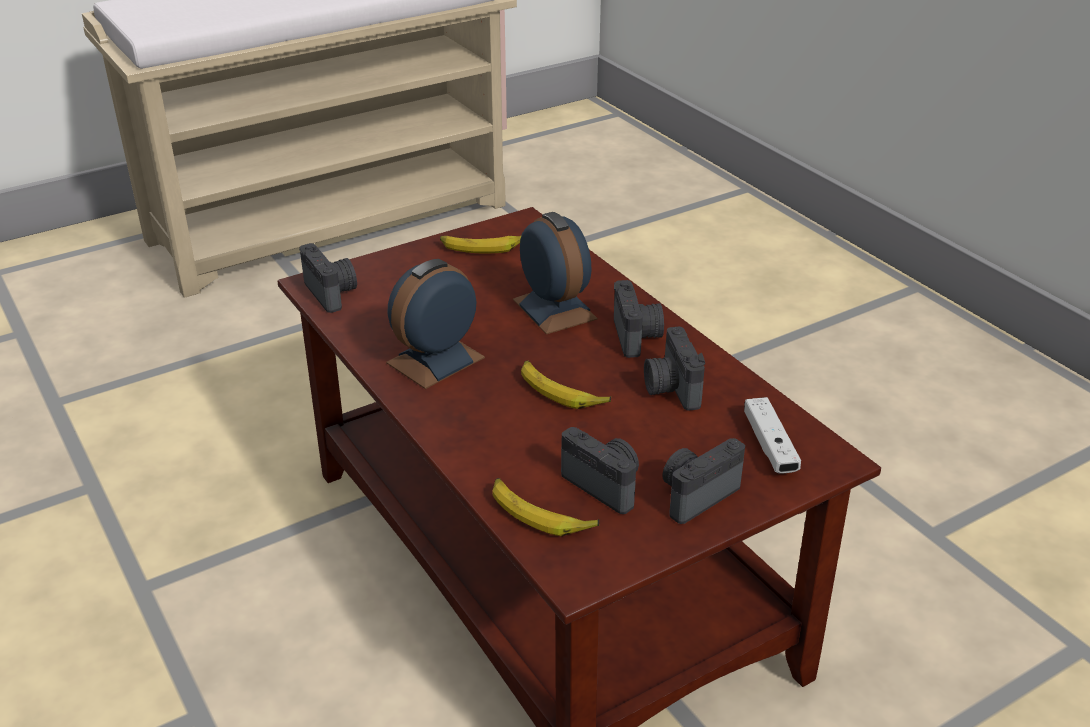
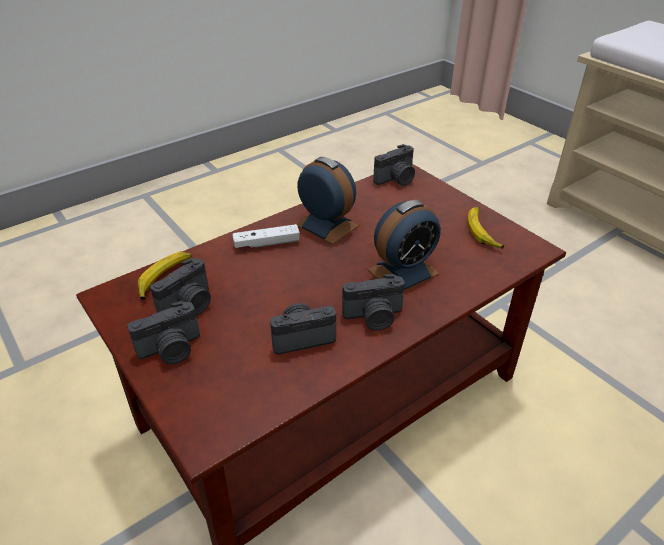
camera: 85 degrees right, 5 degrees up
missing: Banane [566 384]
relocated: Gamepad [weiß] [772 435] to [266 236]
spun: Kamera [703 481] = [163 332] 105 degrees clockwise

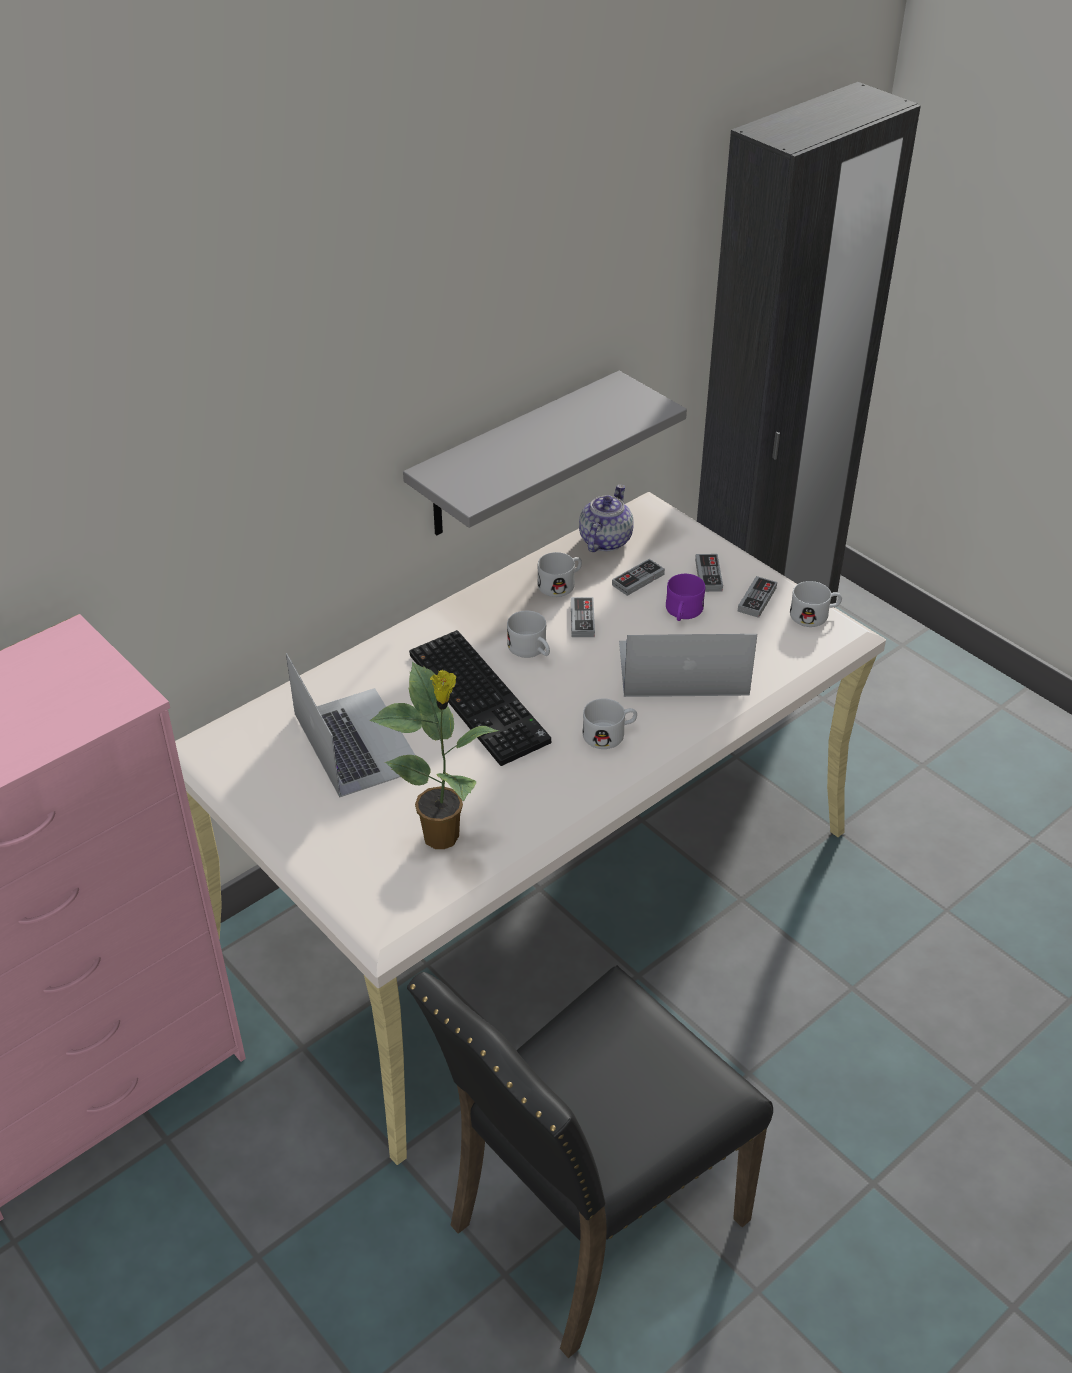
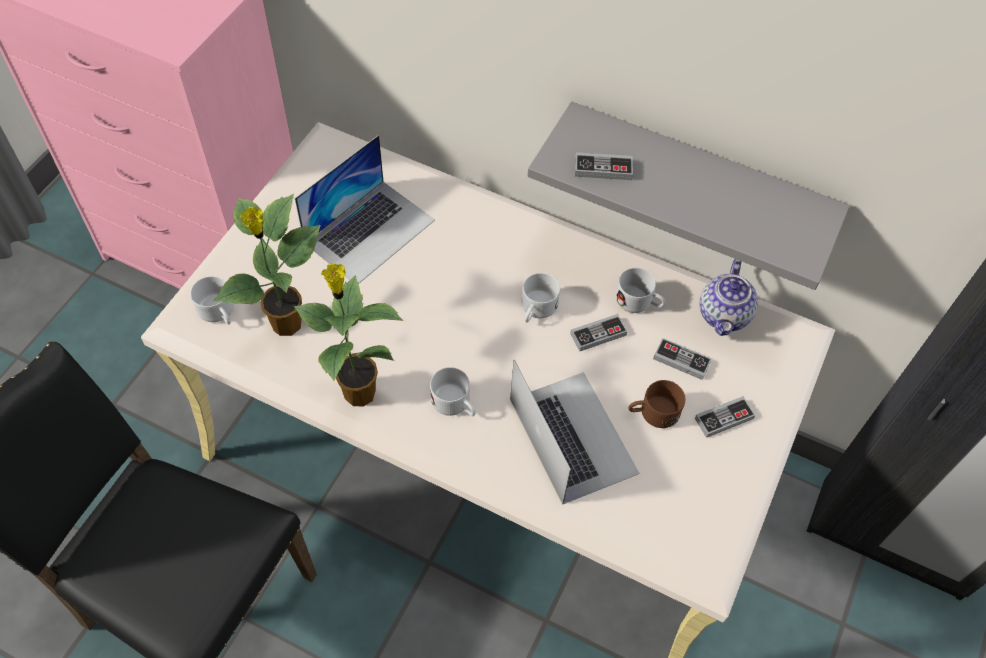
camera: 65 degrees right, 15 degrees up
missing: Tastatur [480 698]
appeared: Topfpflanze [349 334]
relocated: Henkelbecher [weiß] [816 604] to [212 300]; Gamepad [757 597] to [604 166]
colour: Henkelbecher [lila] [685 597] to Henkelbecher [braun] [656 404]
spun: Teekanne [606 518] = [729 297] 105 degrees clockwise

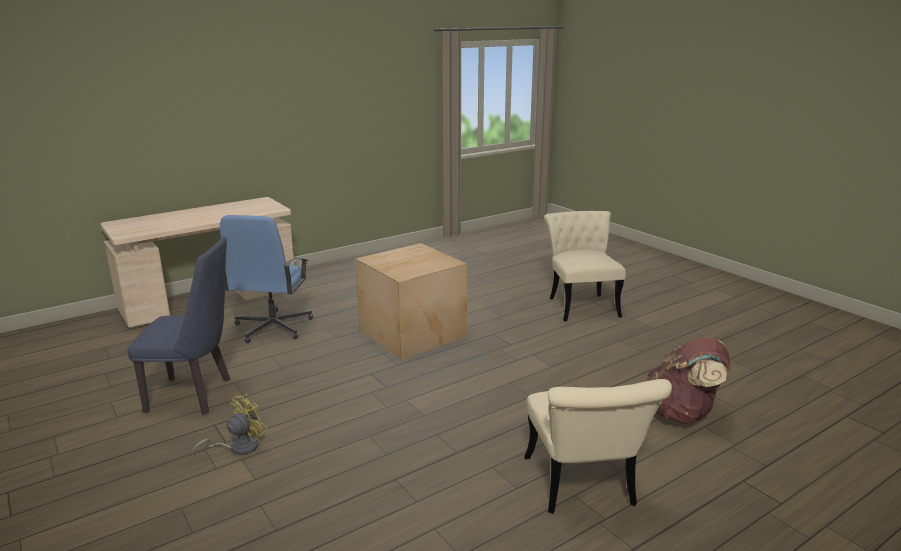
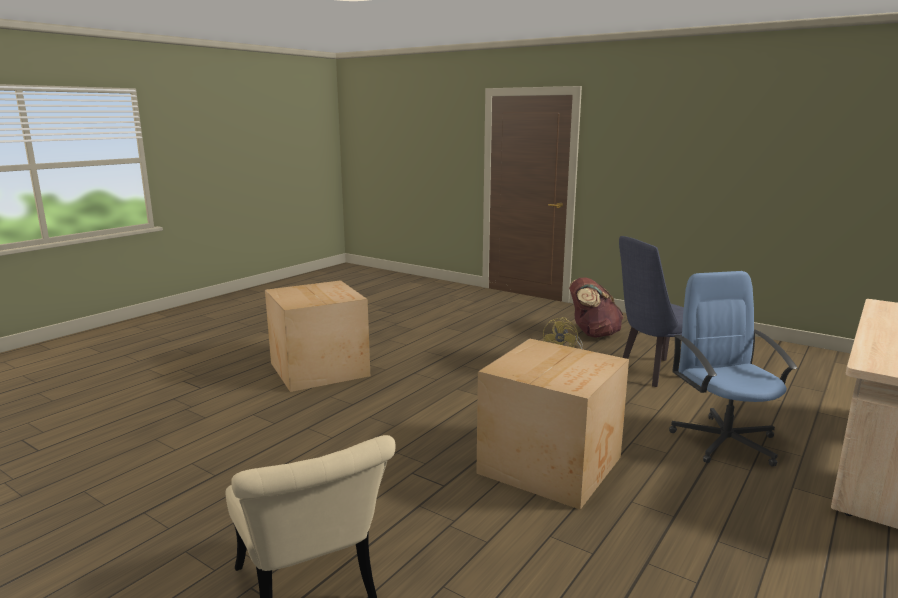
camera: 160 degrees right, 5 degrees down
relocated: Rucksack [braun] [688 380] to [596 307]
exchanged: Stuhl [beige] [598 446] to Karton [317 336]

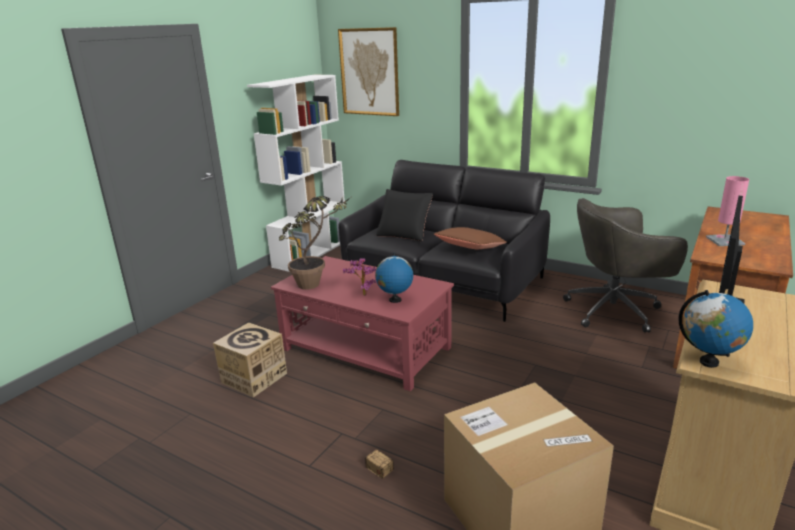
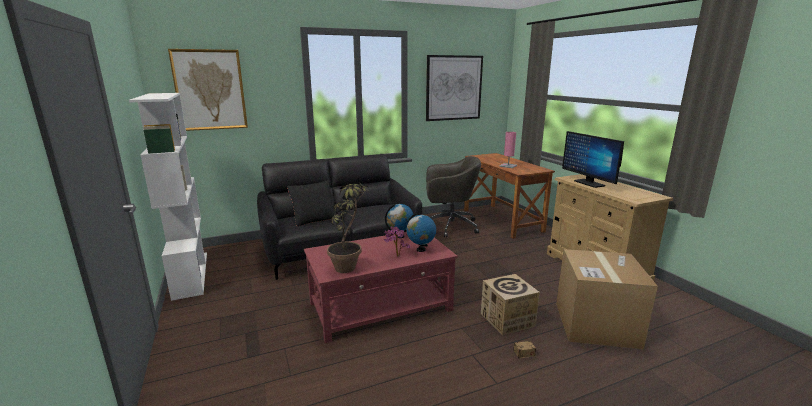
camera: 55 degrees left, 5 degrees down
missing: Kissen [braun] [470 238]
appeared: Bild [454 88]
relocated: Globus [715 329] to [399 221]; Karton [250 360] to [510 304]
spun: Bürostuhl [grau] [625 265] = [453 196] 120 degrees counterclockwise

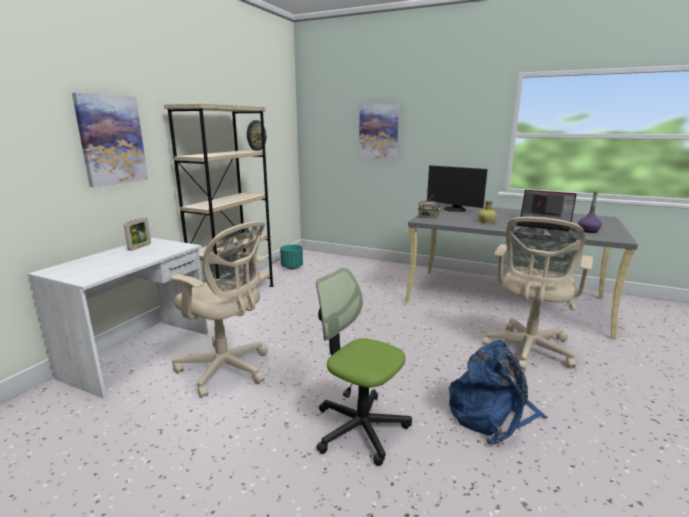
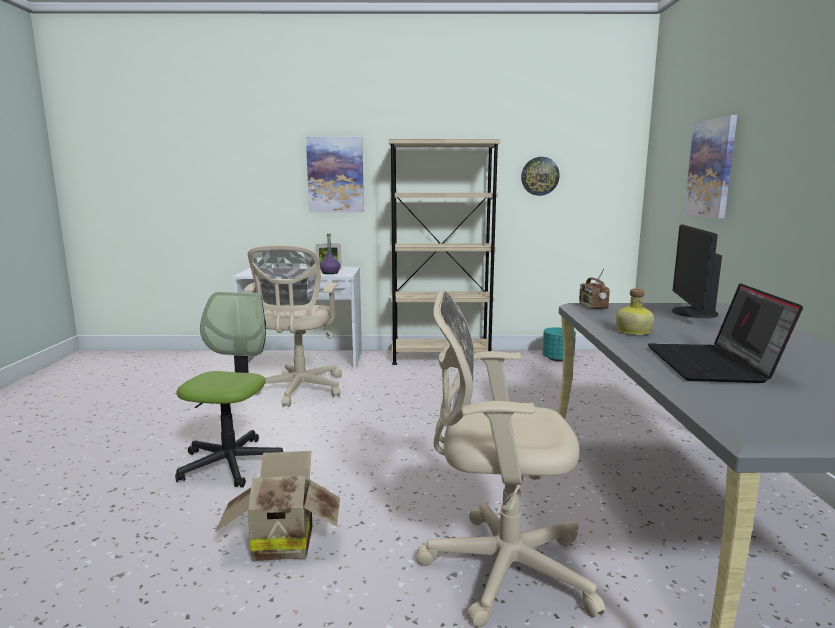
camera: 65 degrees right, 5 degrees down
relocated: Flasche [lila] [590 212] to [330 254]
exchanged: Rucksack [blau] [498 392] to Karton [277 506]

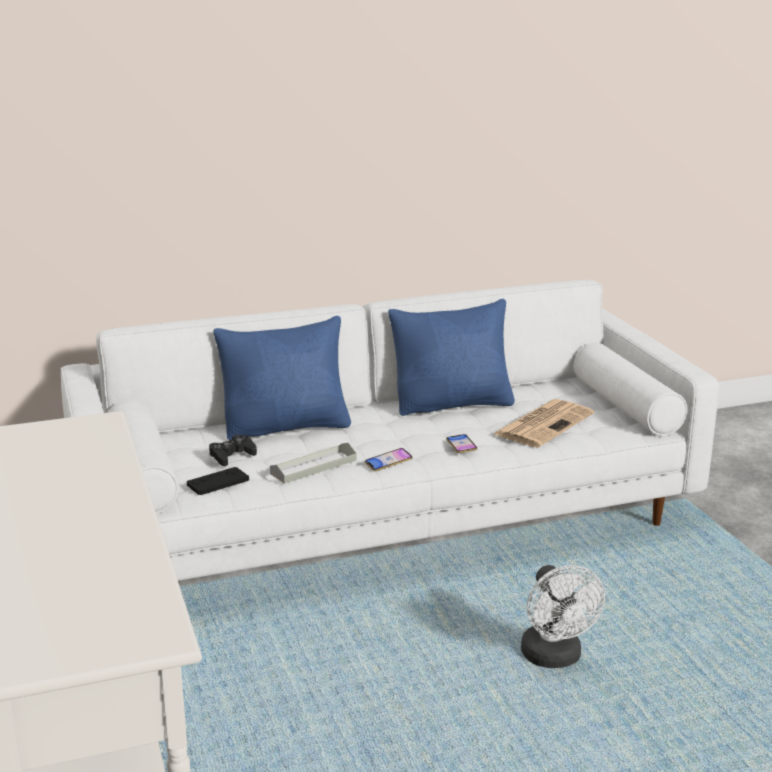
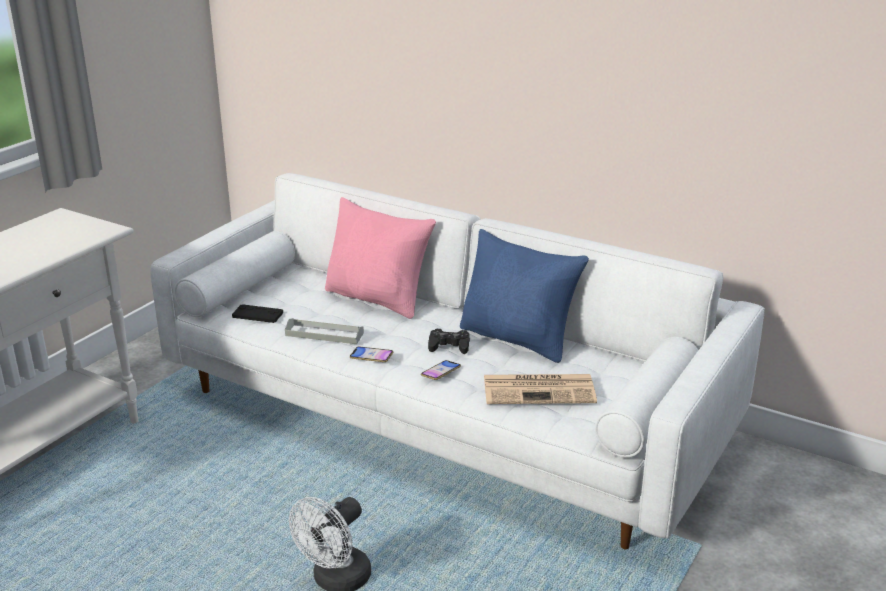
camera: 50 degrees right, 5 degrees up
relocated: Gamepad [schwarz] [233 450] to [449 341]
colour: Kissen [blau] [282 378] to Kissen [rosa] [380 258]

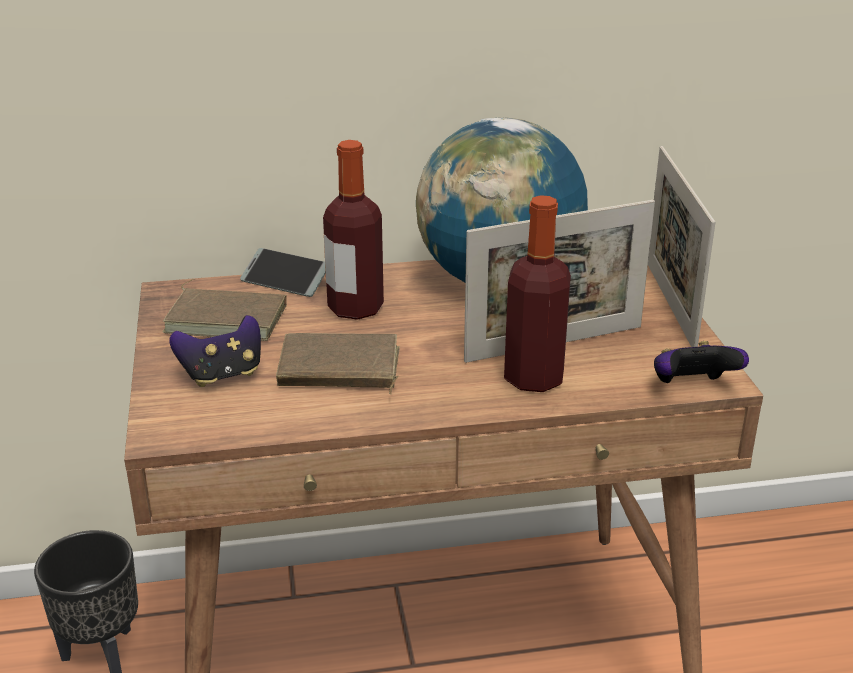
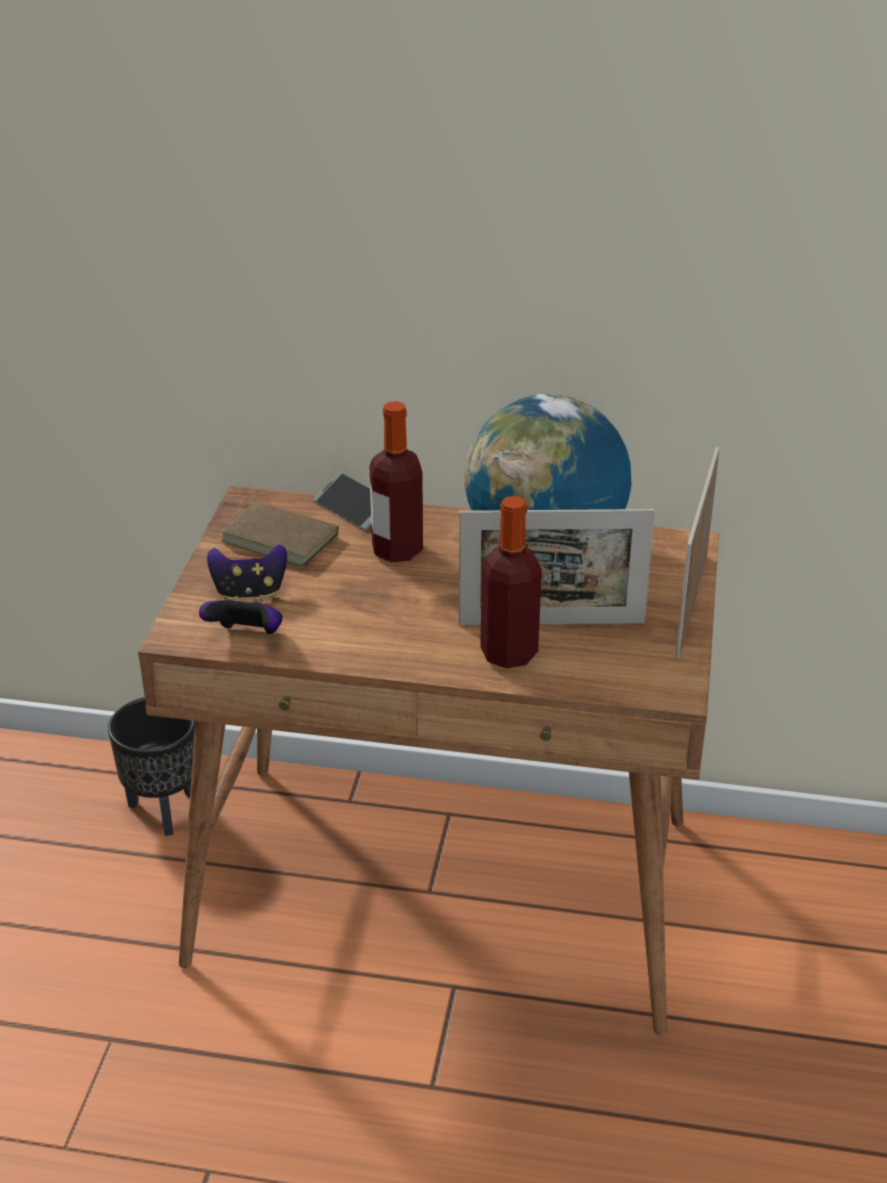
camera: 20 degrees right, 5 degrees up
missing: Buch [braun] [337 363]
relocated: Gamepad [701 362] to [241 616]

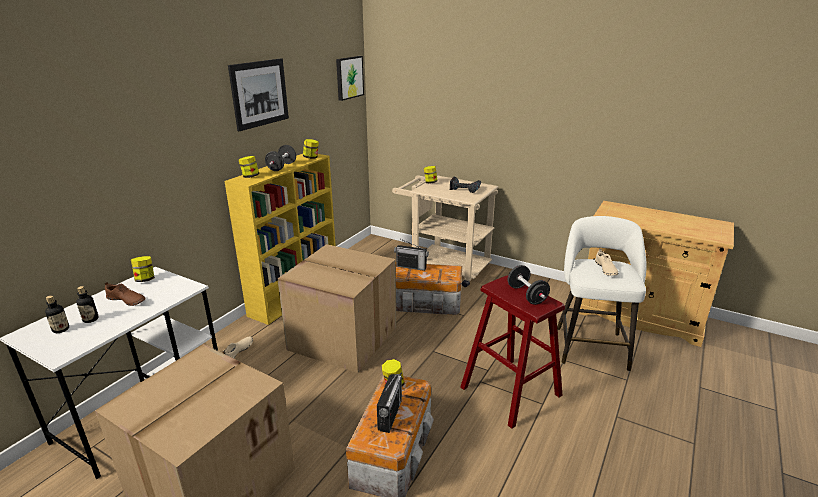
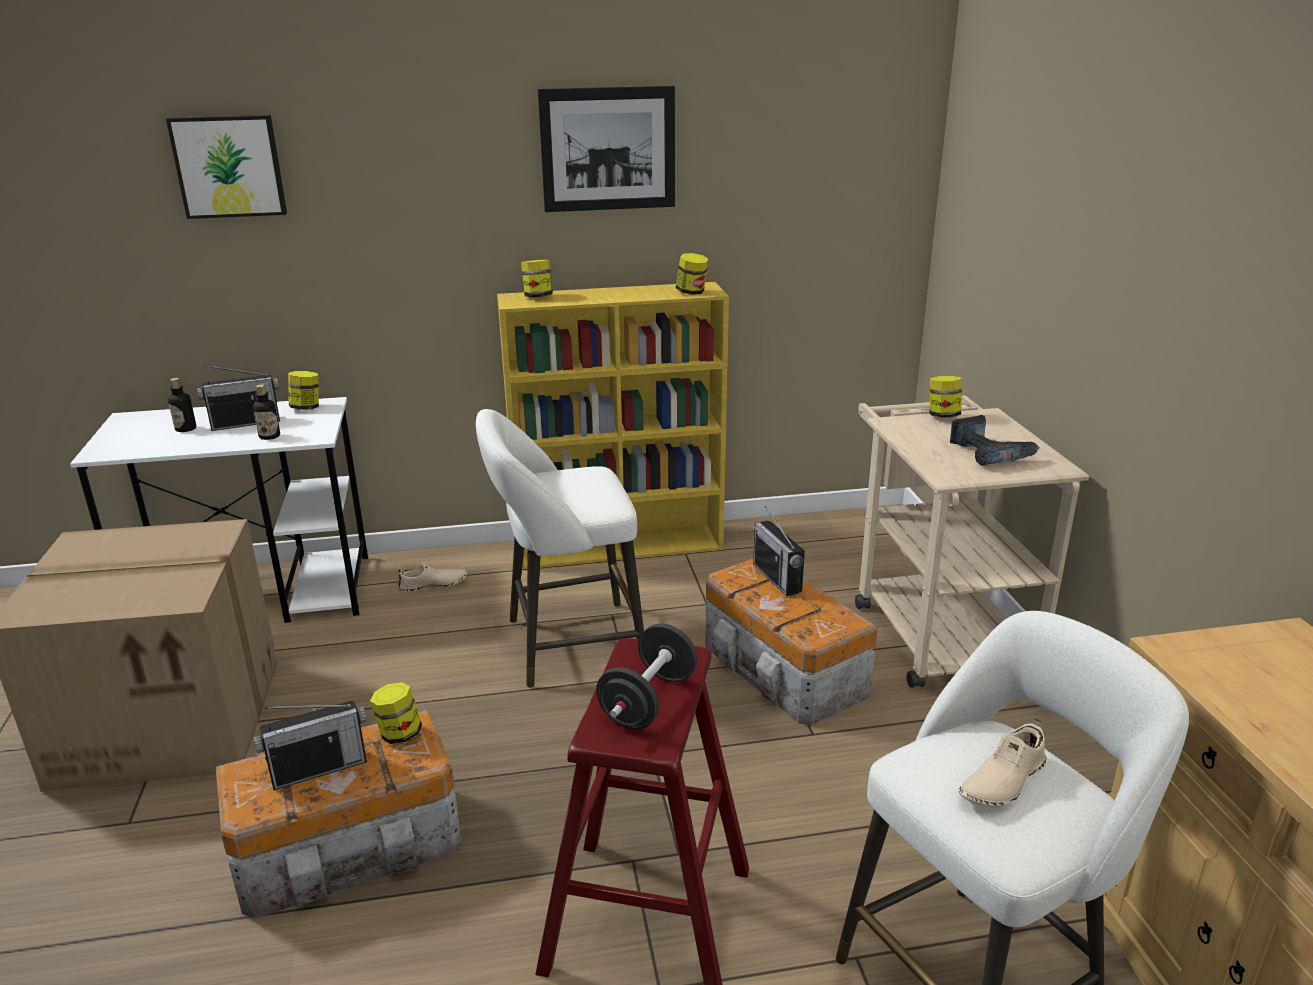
camera: 50 degrees right, 0 degrees up
missing: Hantel [schwarz] [280 158]
relocated: Bild [350 78] to [226 167]; Flasche [57 314] to [266 412]
exchanged: Schuh [braun] [125 294] to Radio [238 398]; Karton [336 308] to Hocker [weiß] [560 548]

